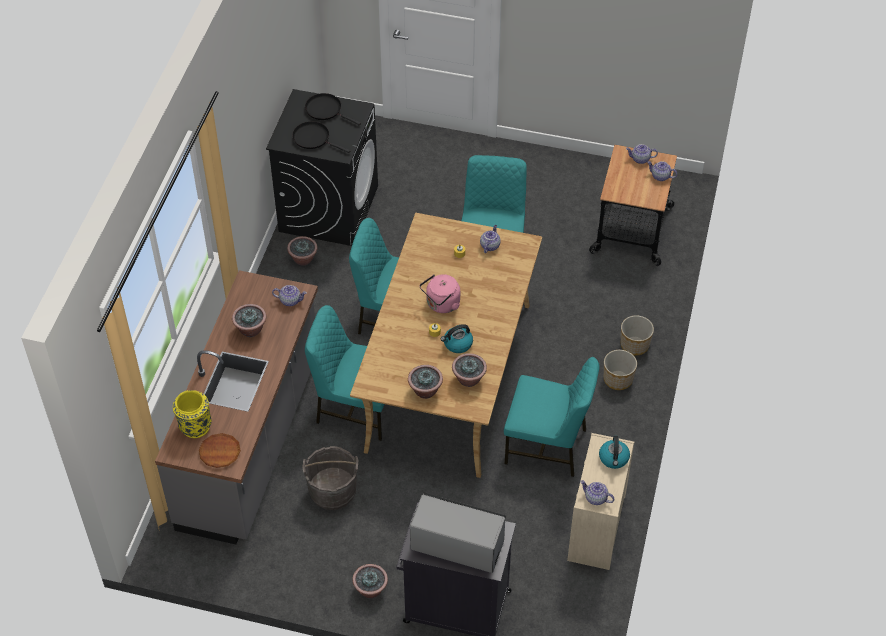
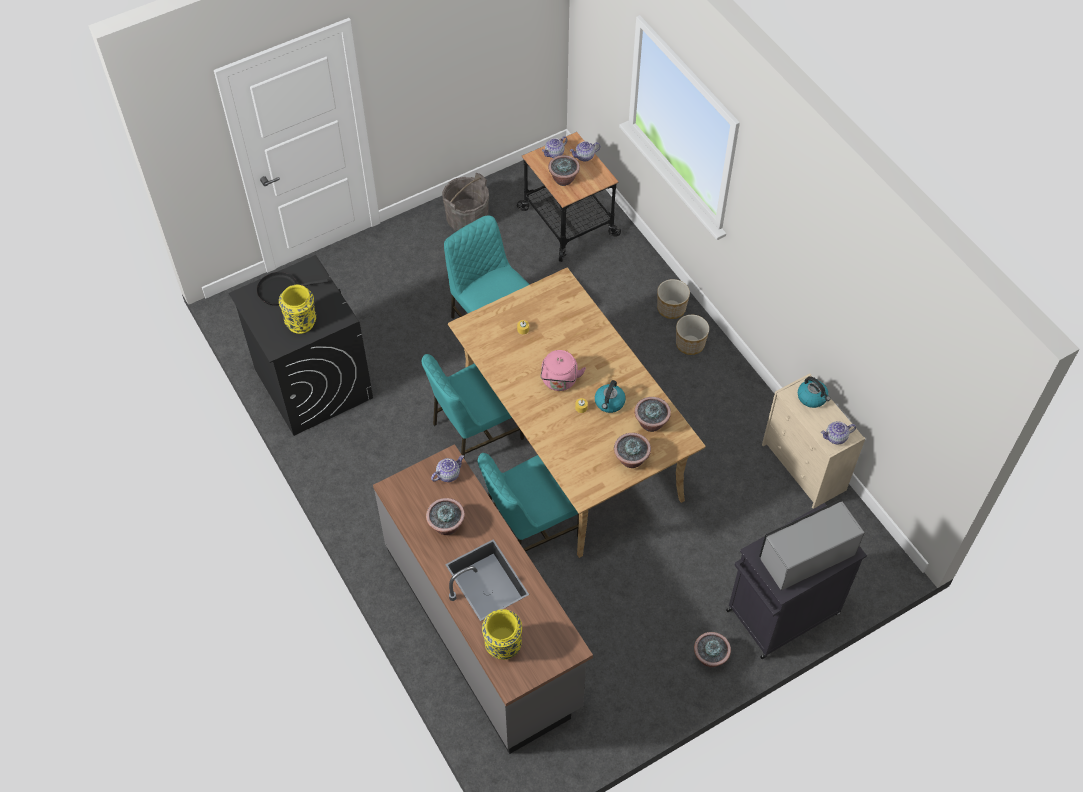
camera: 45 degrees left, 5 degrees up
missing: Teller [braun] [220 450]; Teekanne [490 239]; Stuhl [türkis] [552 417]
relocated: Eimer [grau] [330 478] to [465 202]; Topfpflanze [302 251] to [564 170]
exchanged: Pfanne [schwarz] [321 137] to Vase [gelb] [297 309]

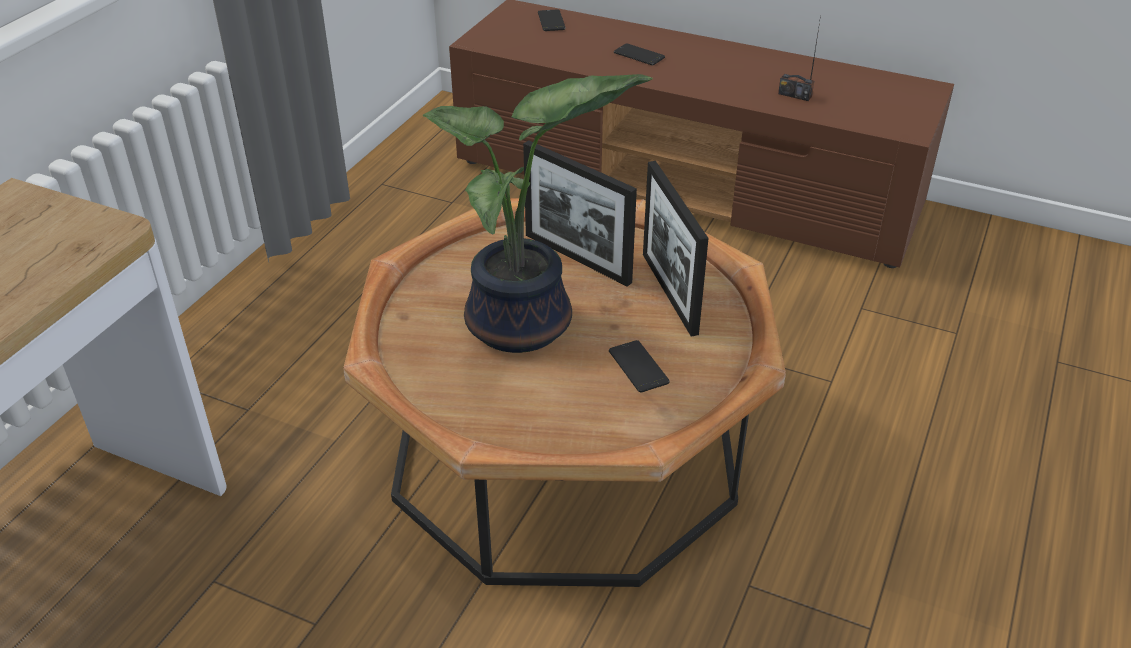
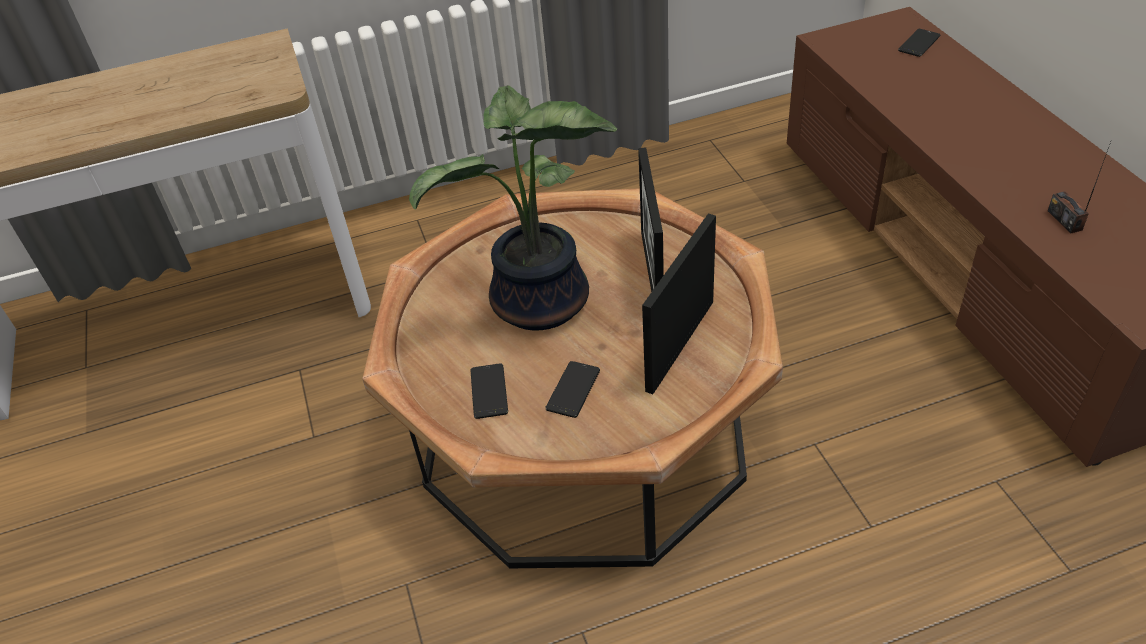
camera: 50 degrees right, 5 degrees up
relocated: Handy [639 54] to [489 391]

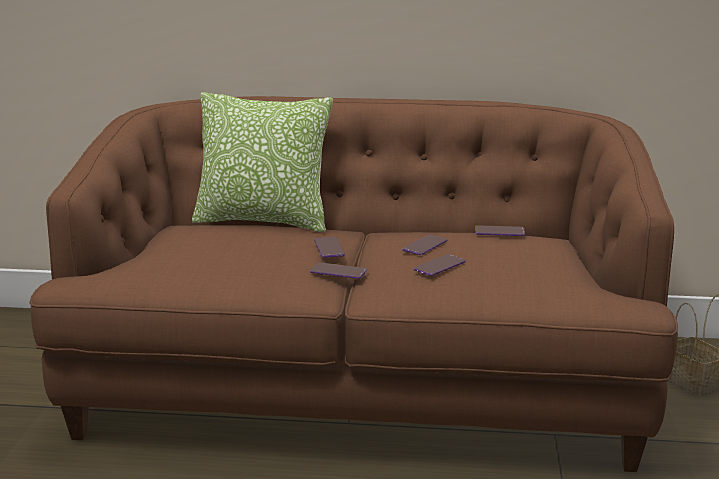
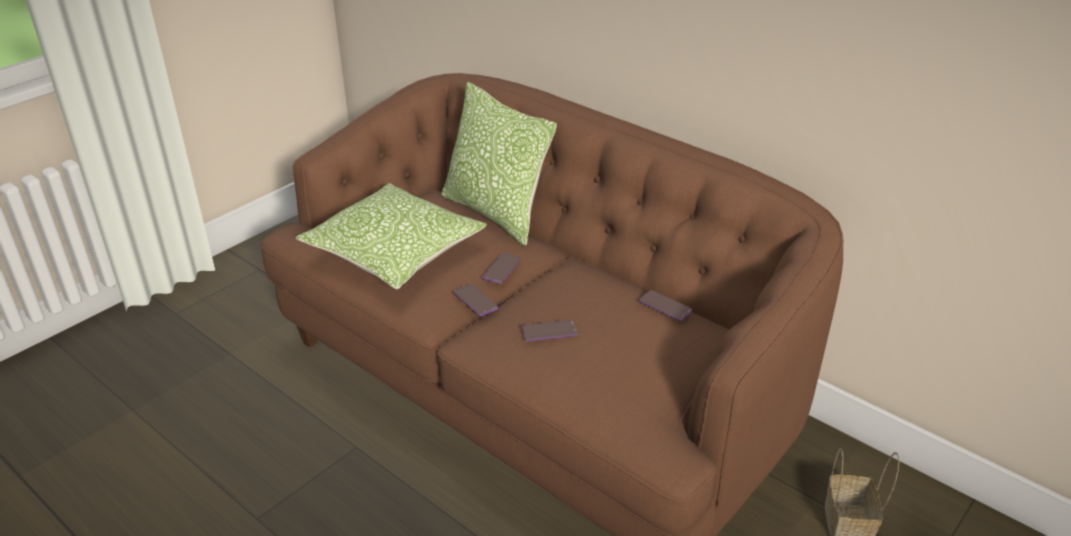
camera: 35 degrees right, 15 degrees up
missing: Handy [424 244]
appeared: Kissen [391 236]

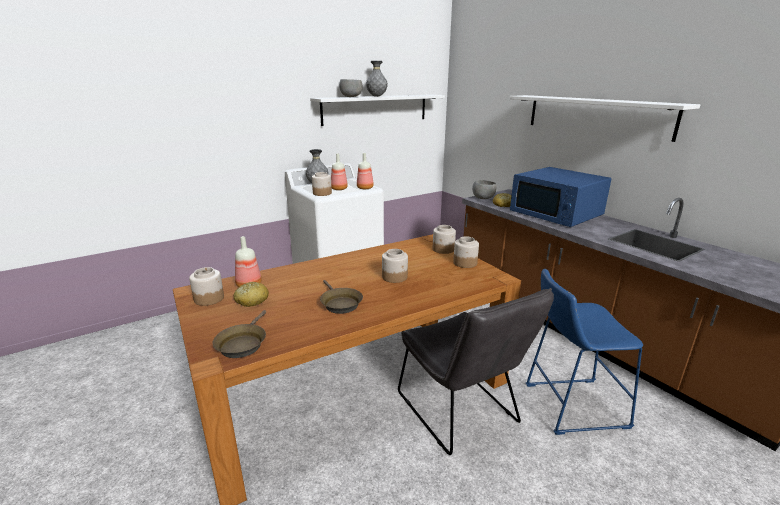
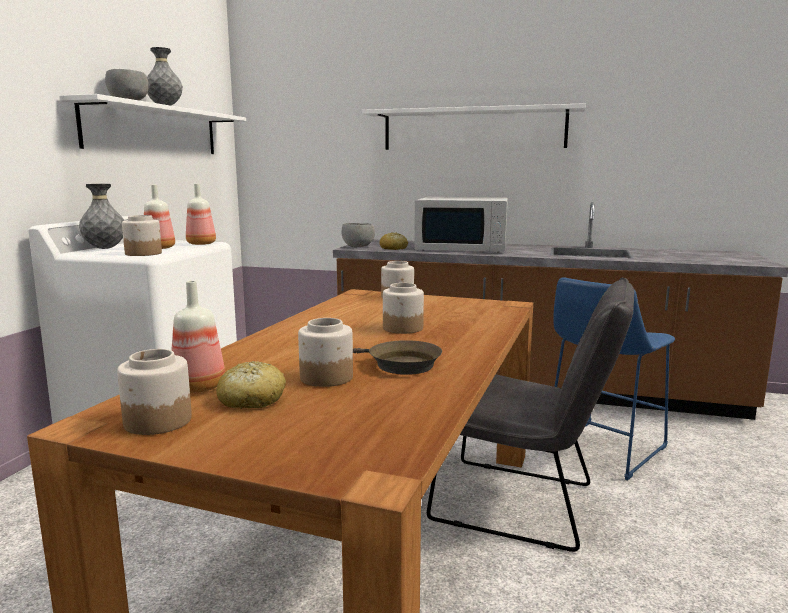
camera: 40 degrees left, 10 degrees down
missing: Pfanne [braun] [239 334]
relocated: Vorratsglas [466 252] to [325 352]
colour: Mikrowelle [blau] [561 197] to Mikrowelle [weiß] [461 224]

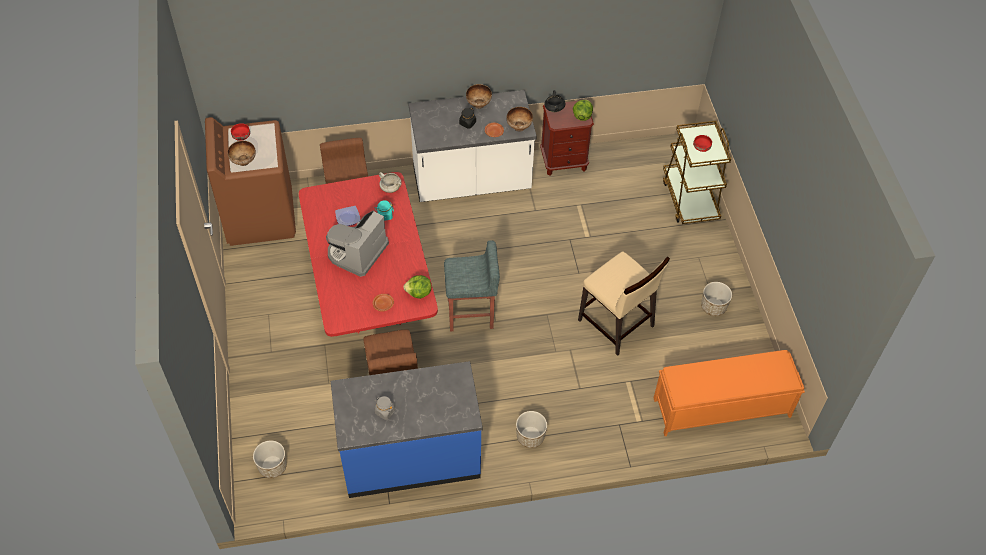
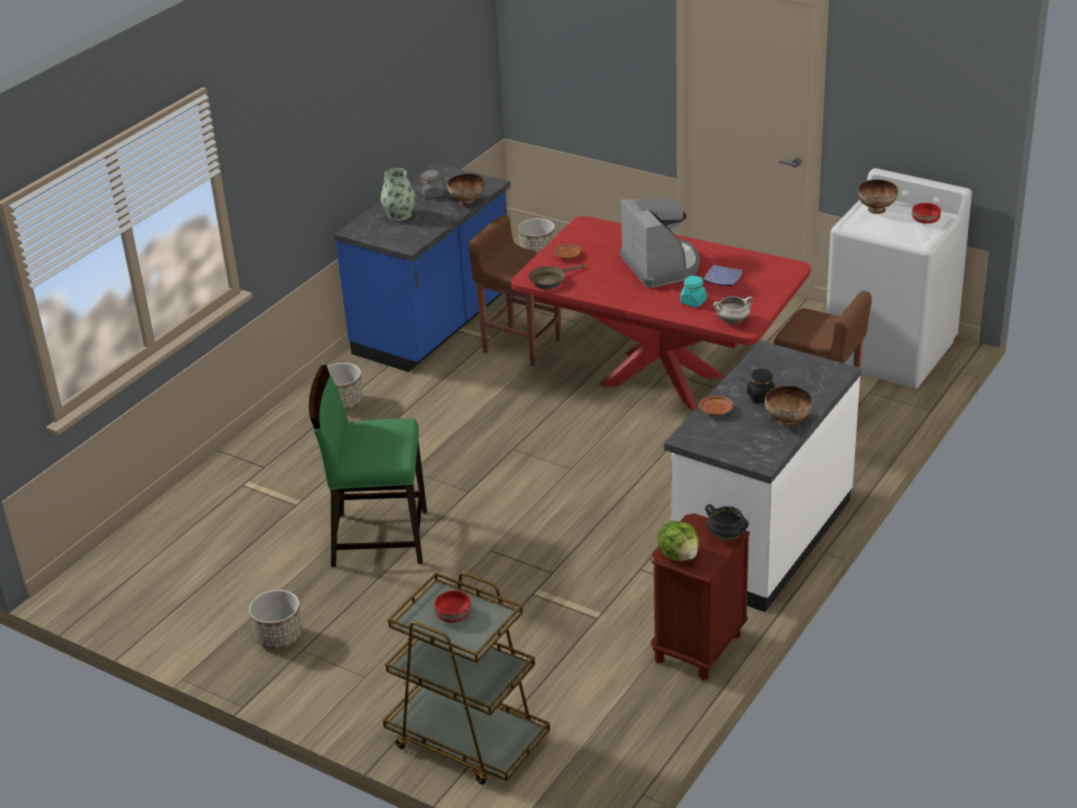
camera: 135 degrees right, 20 degrees down
missing: Hocker [grau] [472 285]; Bank [orange] [729 393]
appeared: Vase [398 194]
relocated: Schüssel [519 119] to [466 190]
exchanged: Salatkopf [417 287] to Pfanne [braun] [557 276]
colour: Stuhl [beige] [624 303] to Stuhl [grün] [368 466]; Waschmaschine [braun] [250 181] to Waschmaschine [weiß] [899 278]

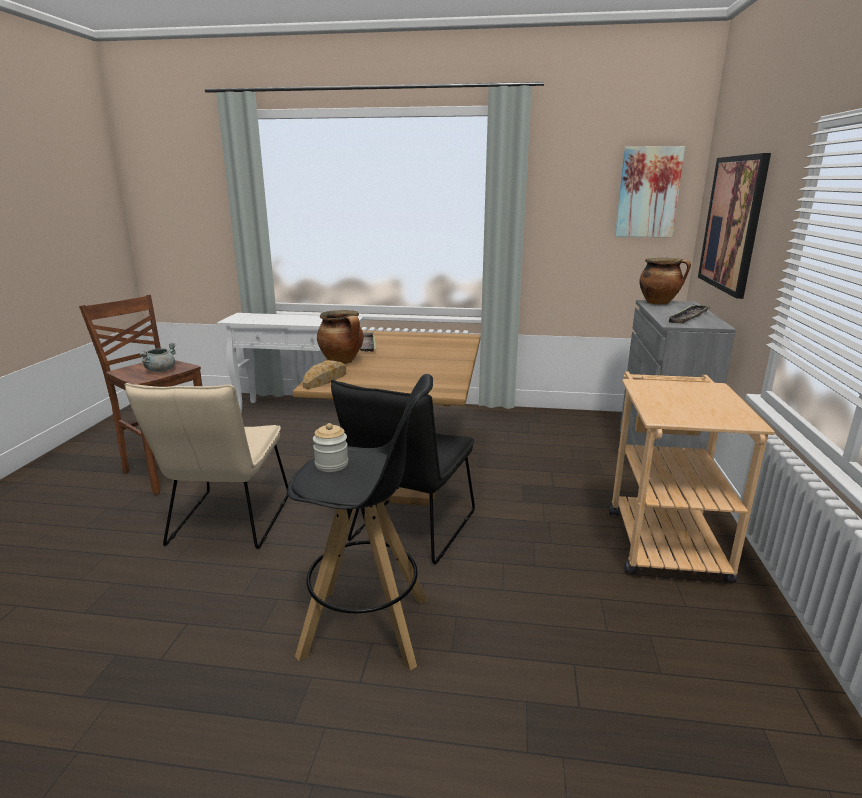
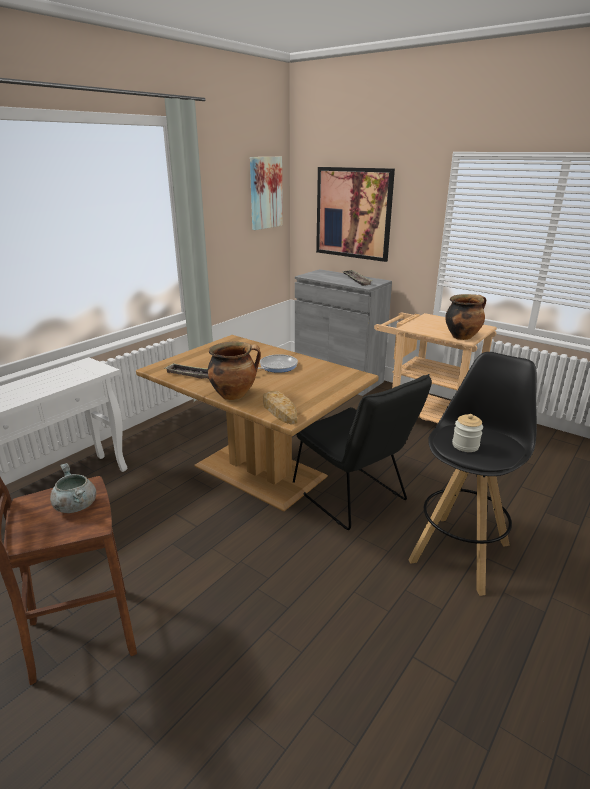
camera: 60 degrees left, 5 degrees up
missing: Stuhl [beige] [206 466]
appeared: Pfanne [278 363]
relocated: Kochtopf [665 281] to [465 317]

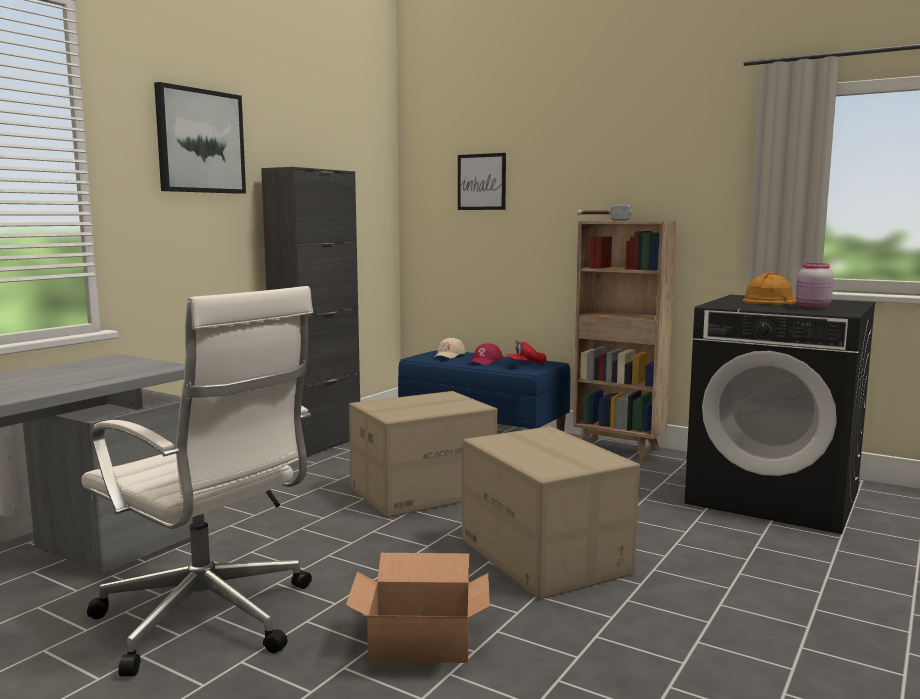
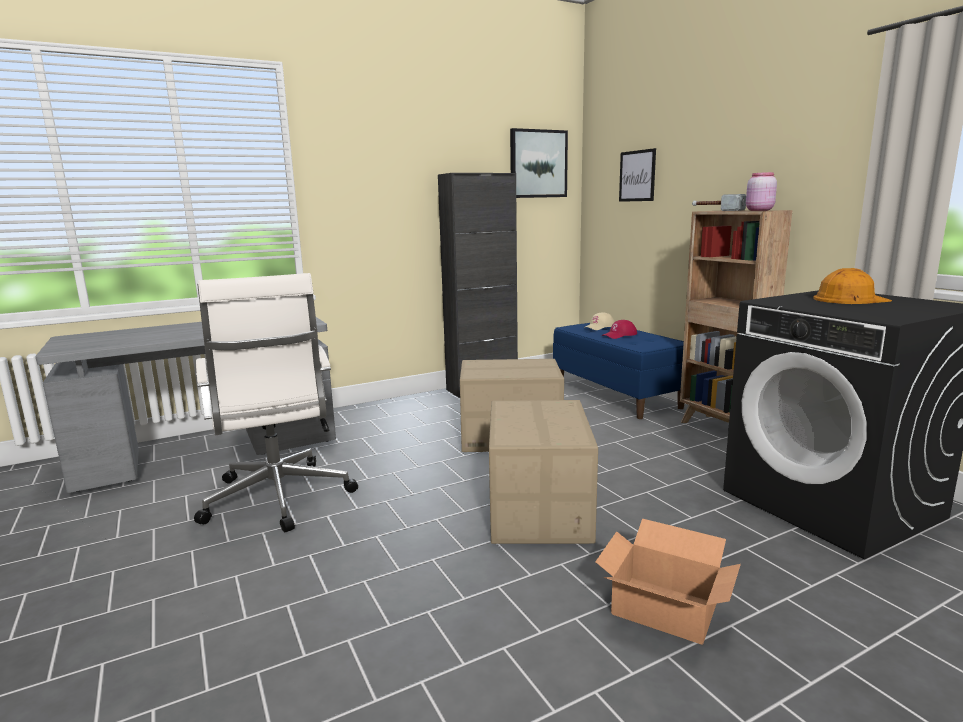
camera: 30 degrees right, 5 degrees up
missing: Kappe [rot] [526 352]
relocated: Bild [200 138] to [539 163]; Karton [418 608] to [668 582]; Vorratsglas [rosa] [815 286] to [761 191]

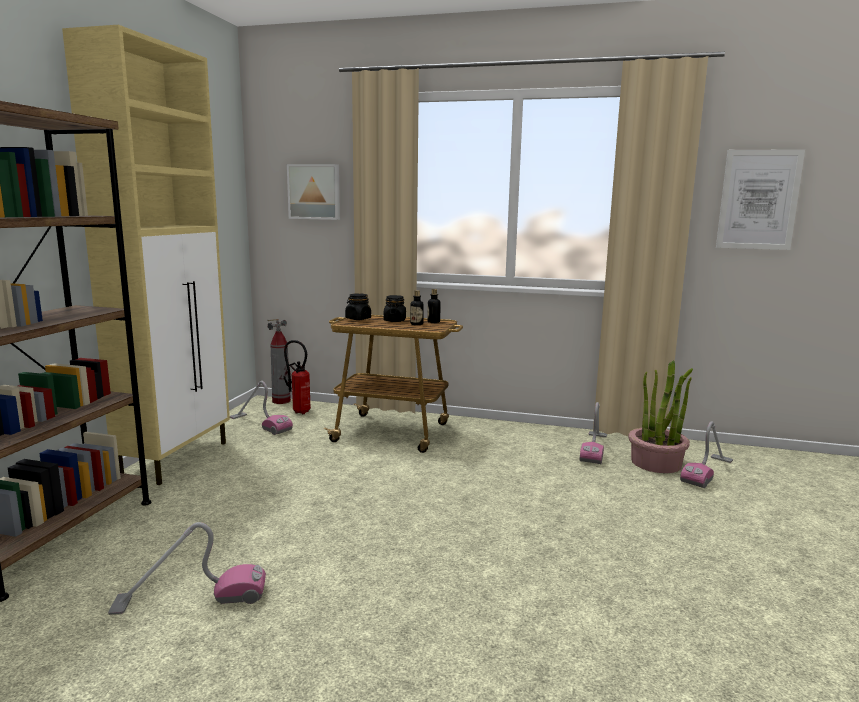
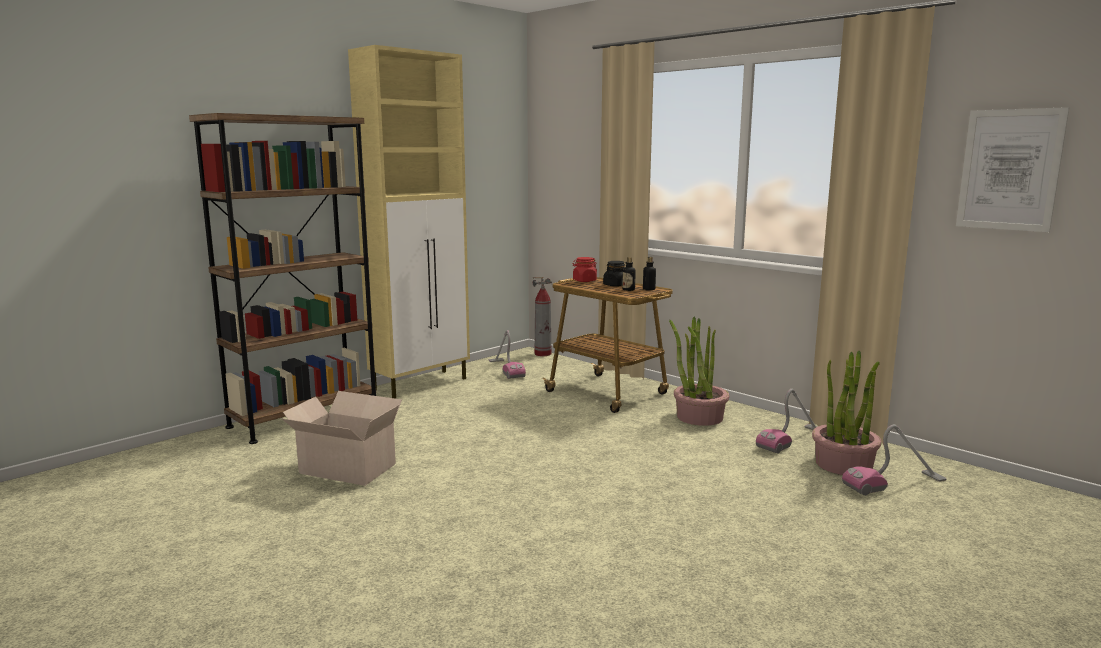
camera: 30 degrees right, 0 degrees up
missing: Feuerlöscher [297 377]; Bild [313 192]
appeared: Topfpflanze [699 371]
exchanged: Staubsauger [187 568] to Karton [341 438]
colour: Vorratsglas [schwarz] [358 306] to Vorratsglas [rot] [584 269]

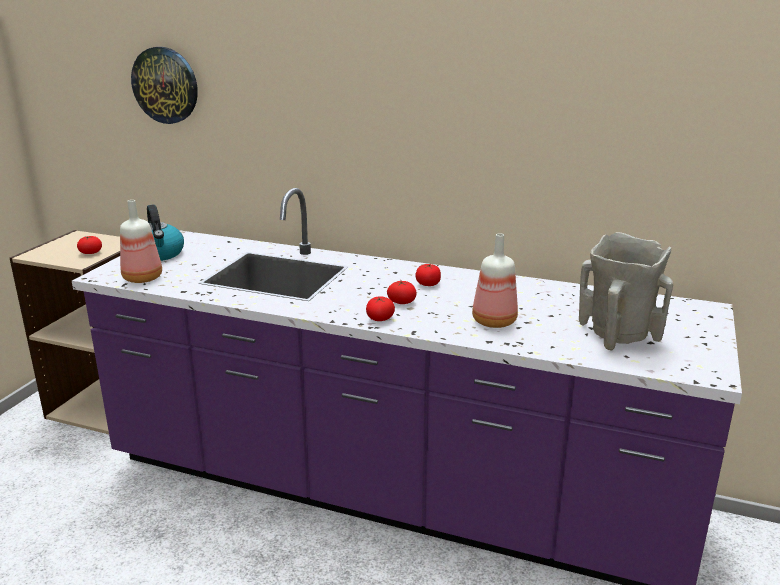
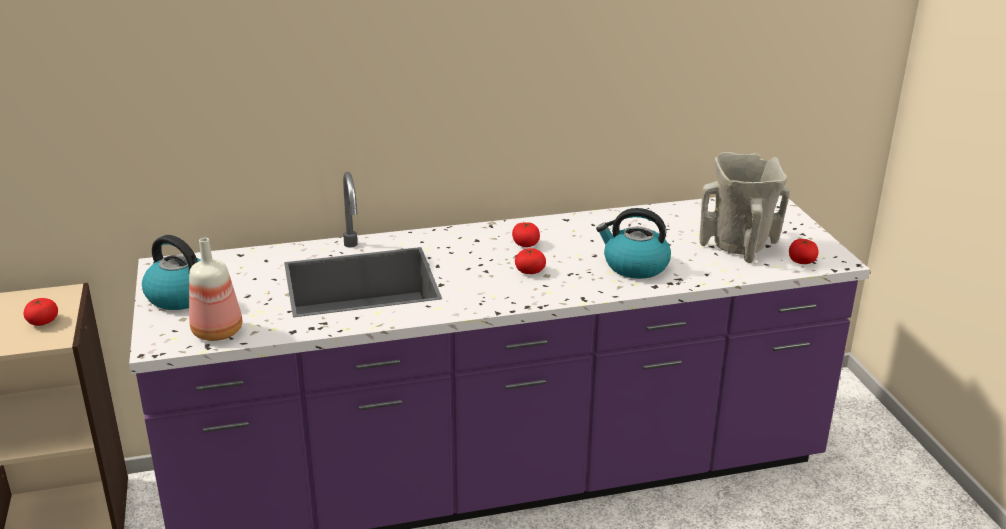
camera: 35 degrees left, 5 degrees up
missing: Wanduhr [164 85]
relocated: Tomate [380 308] to [803 251]
exchanged: Flasche [495 280] to Wasserkessel [633 243]

